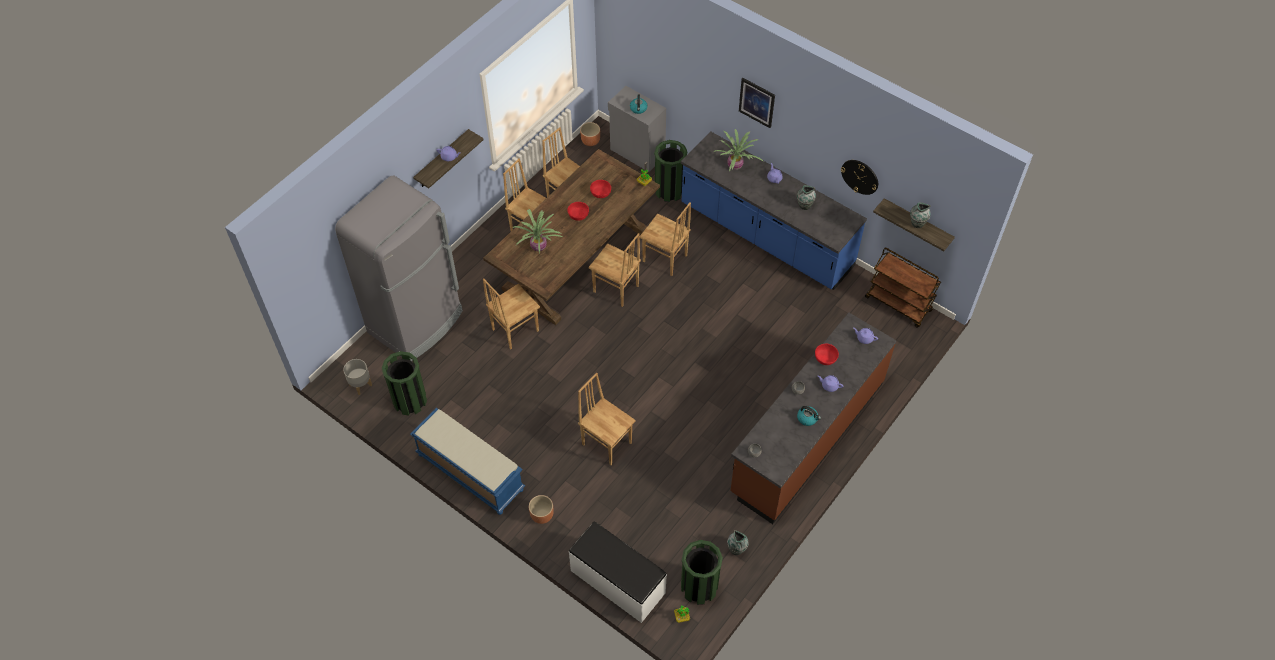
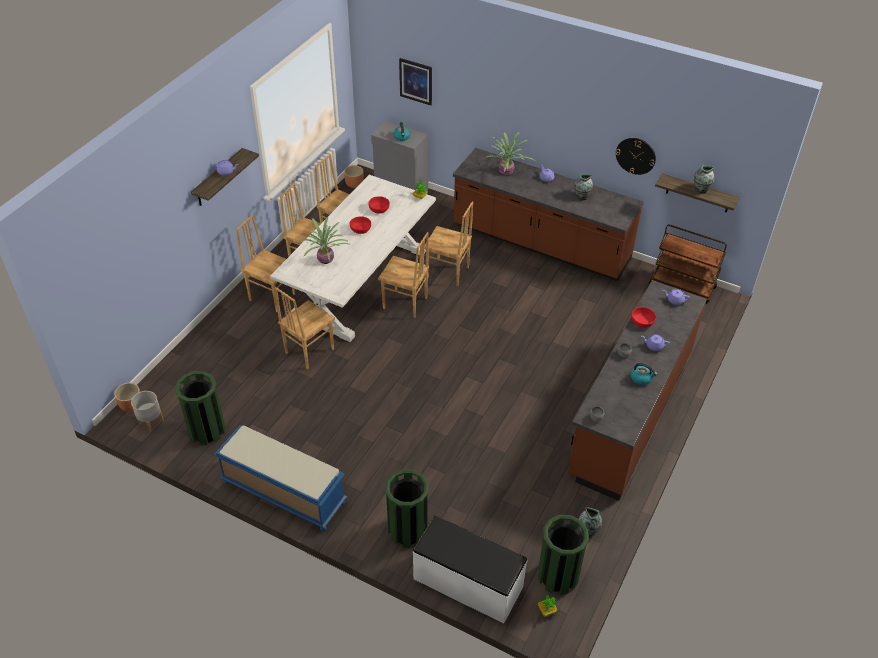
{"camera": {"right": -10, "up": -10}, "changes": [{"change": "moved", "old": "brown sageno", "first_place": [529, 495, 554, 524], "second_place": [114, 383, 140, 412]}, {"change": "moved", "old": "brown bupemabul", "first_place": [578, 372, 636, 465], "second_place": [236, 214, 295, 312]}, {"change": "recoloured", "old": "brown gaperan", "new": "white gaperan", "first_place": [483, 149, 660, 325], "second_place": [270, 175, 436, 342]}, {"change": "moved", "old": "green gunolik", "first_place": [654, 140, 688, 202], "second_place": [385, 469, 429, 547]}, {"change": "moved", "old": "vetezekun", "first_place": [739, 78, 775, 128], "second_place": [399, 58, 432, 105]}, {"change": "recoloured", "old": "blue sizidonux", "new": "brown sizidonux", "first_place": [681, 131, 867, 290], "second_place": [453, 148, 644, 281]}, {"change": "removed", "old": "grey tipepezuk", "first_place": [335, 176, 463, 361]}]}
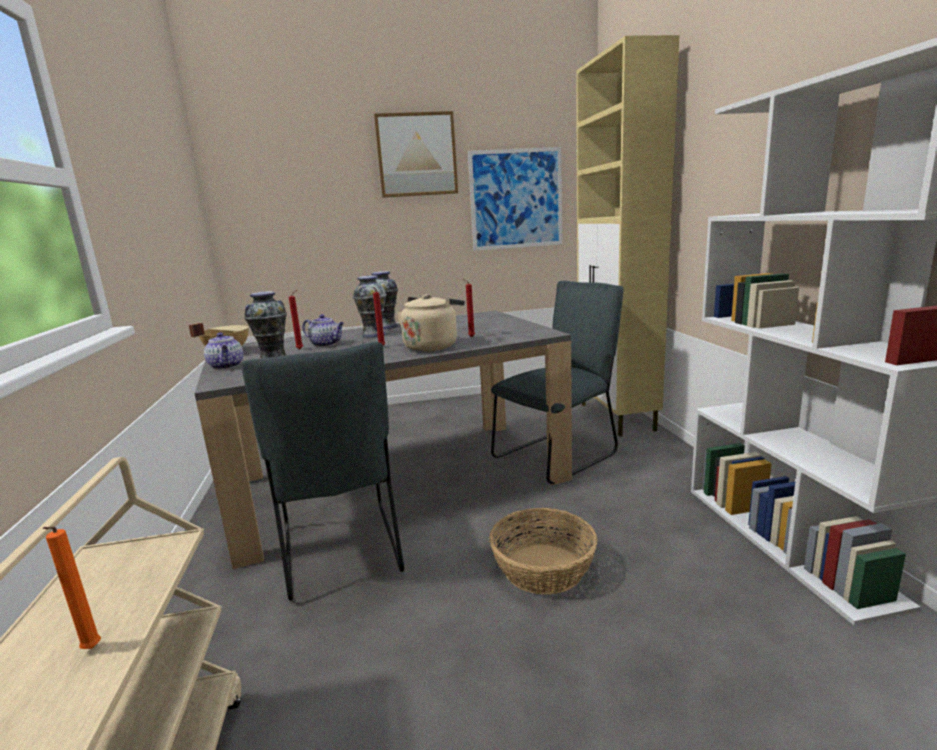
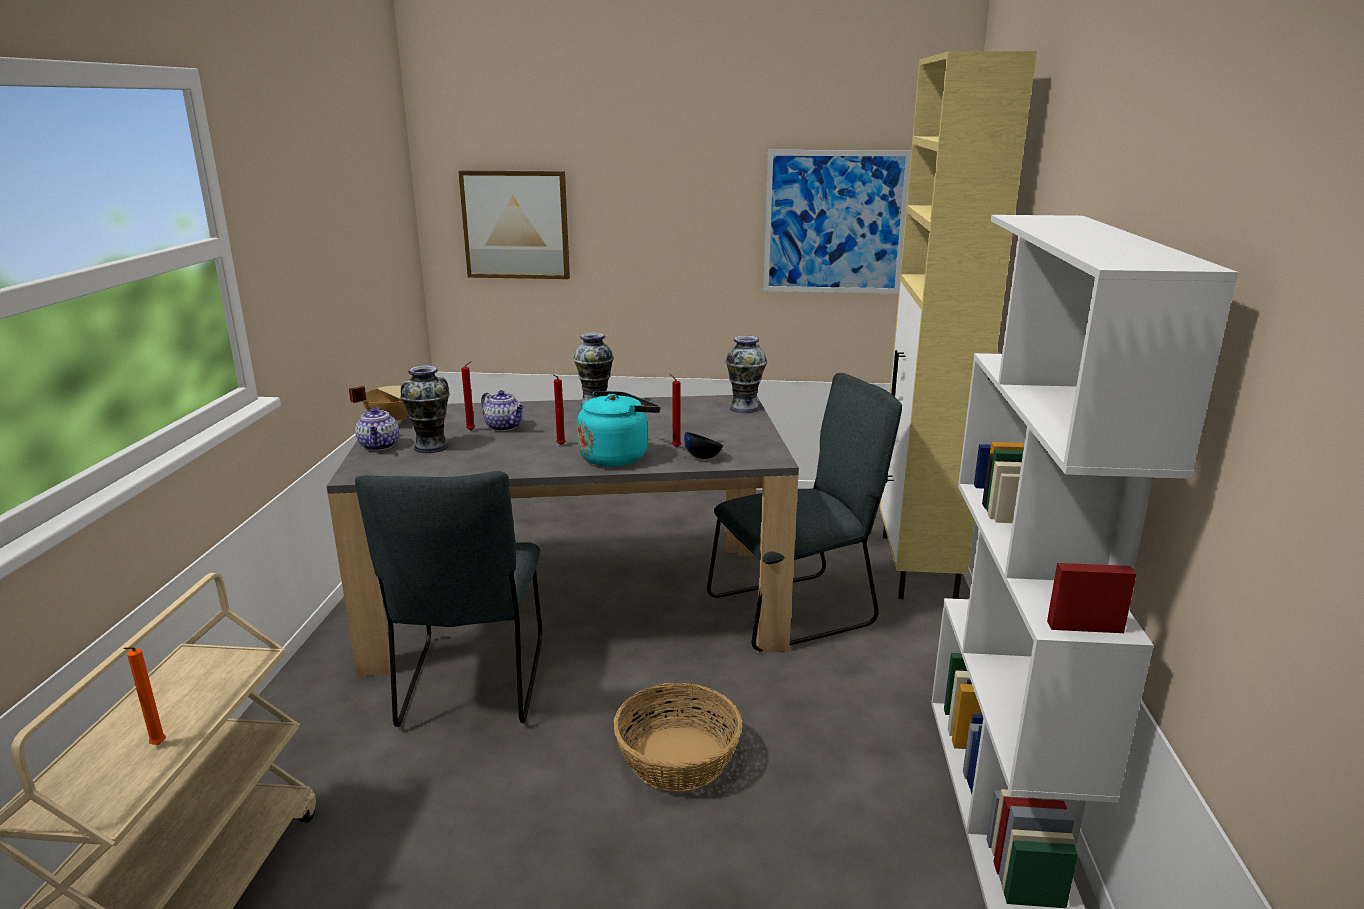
{"camera": {"right": 15, "up": 5}, "changes": [{"change": "moved", "old": "vetezekun", "first_place": [374, 111, 458, 198], "second_place": [458, 171, 570, 279]}, {"change": "recoloured", "old": "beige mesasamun", "new": "turquoise mesasamun", "first_place": [397, 294, 465, 352], "second_place": [577, 391, 661, 467]}, {"change": "added", "new": "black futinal", "second_place": [684, 432, 723, 459]}, {"change": "moved", "old": "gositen", "first_place": [353, 275, 387, 338], "second_place": [726, 335, 767, 413]}]}
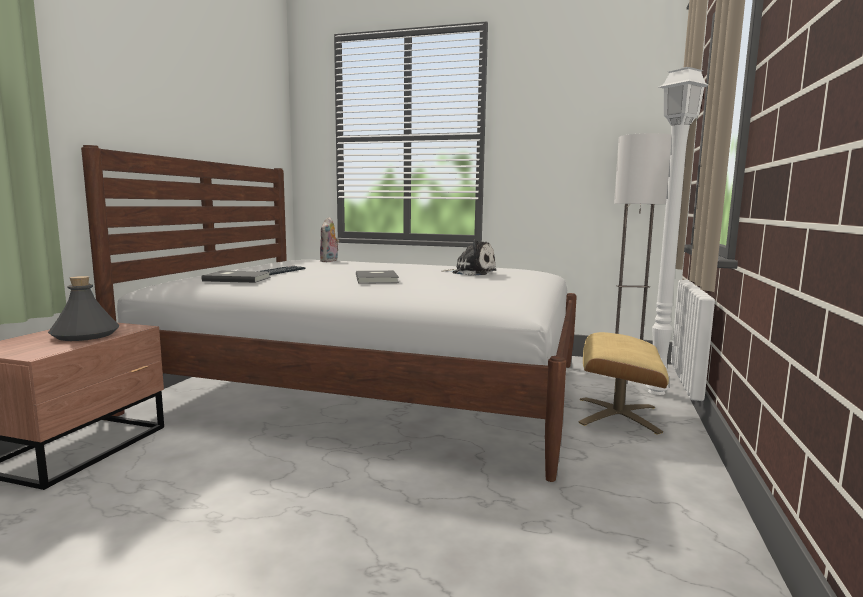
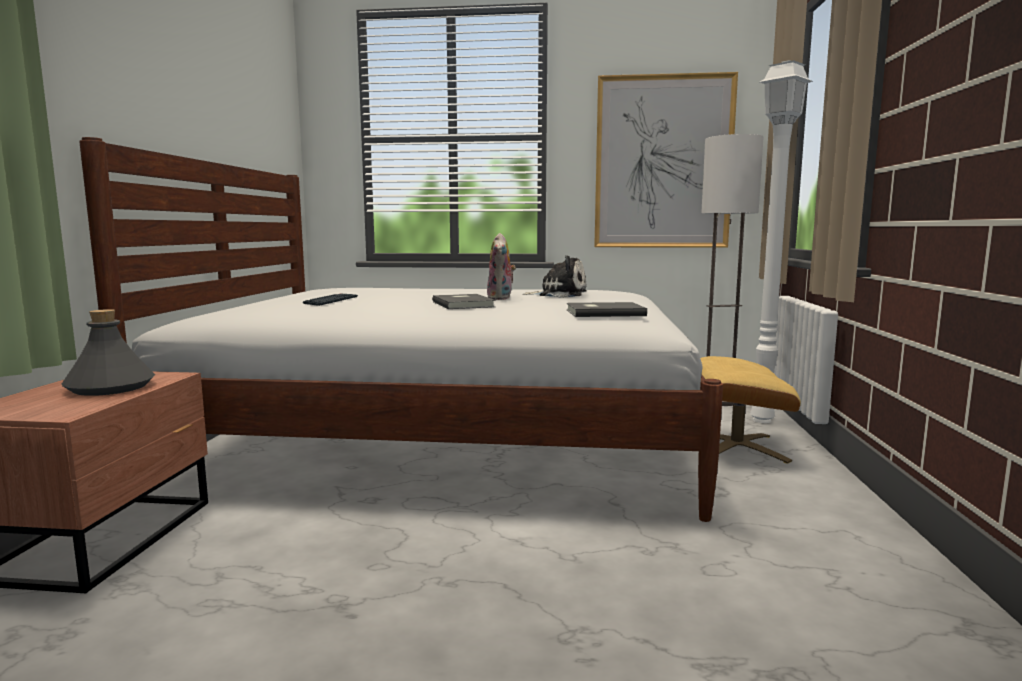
{"camera": {"right": -10, "up": 0}, "changes": [{"change": "moved", "old": "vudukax", "first_place": [320, 217, 339, 262], "second_place": [487, 233, 516, 300]}, {"change": "moved", "old": "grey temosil", "first_place": [202, 271, 271, 283], "second_place": [567, 302, 647, 317]}, {"change": "added", "new": "vetezekun", "second_place": [594, 72, 738, 248]}]}
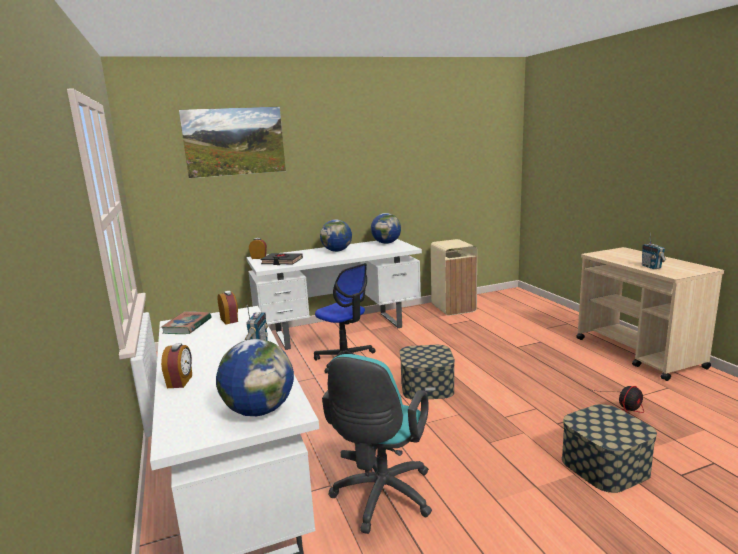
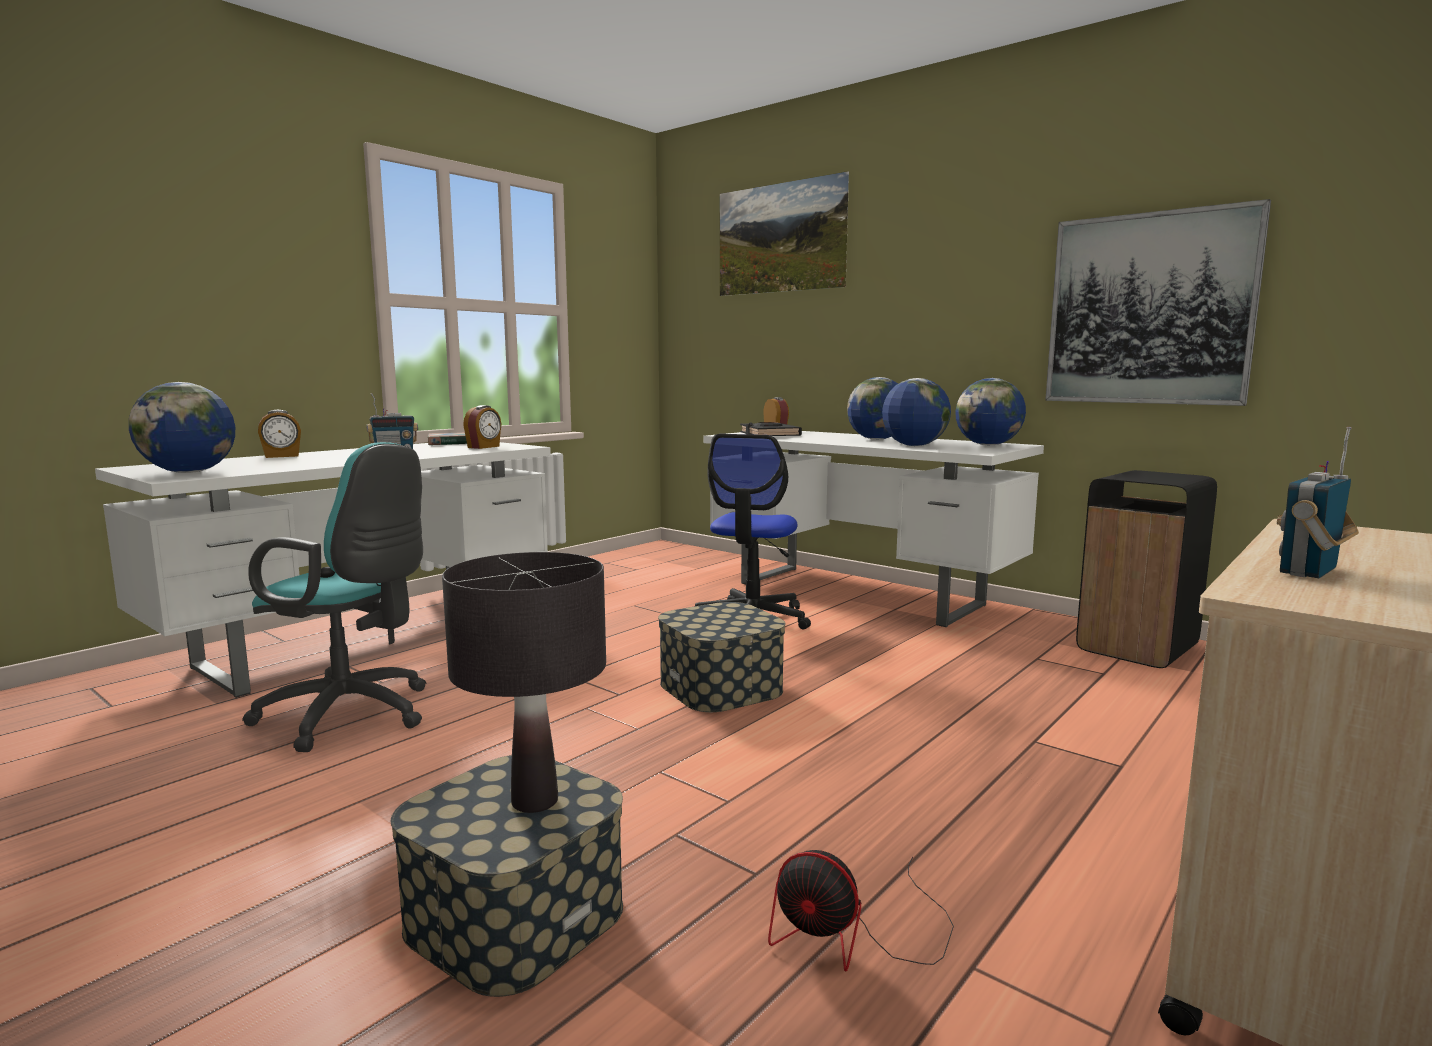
{"camera": {"right": 60, "up": -5}, "changes": [{"change": "turned", "old": "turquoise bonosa", "first_place": [322, 354, 432, 534], "second_place": [242, 442, 427, 752], "degrees": -150}, {"change": "added", "new": "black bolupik", "second_place": [442, 552, 606, 813]}, {"change": "added", "new": "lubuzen", "second_place": [882, 378, 951, 446]}, {"change": "added", "new": "vetezekun", "second_place": [1045, 199, 1271, 406]}, {"change": "recoloured", "old": "beige gunolik", "new": "black gunolik", "first_place": [430, 239, 477, 316], "second_place": [1076, 470, 1217, 668]}]}
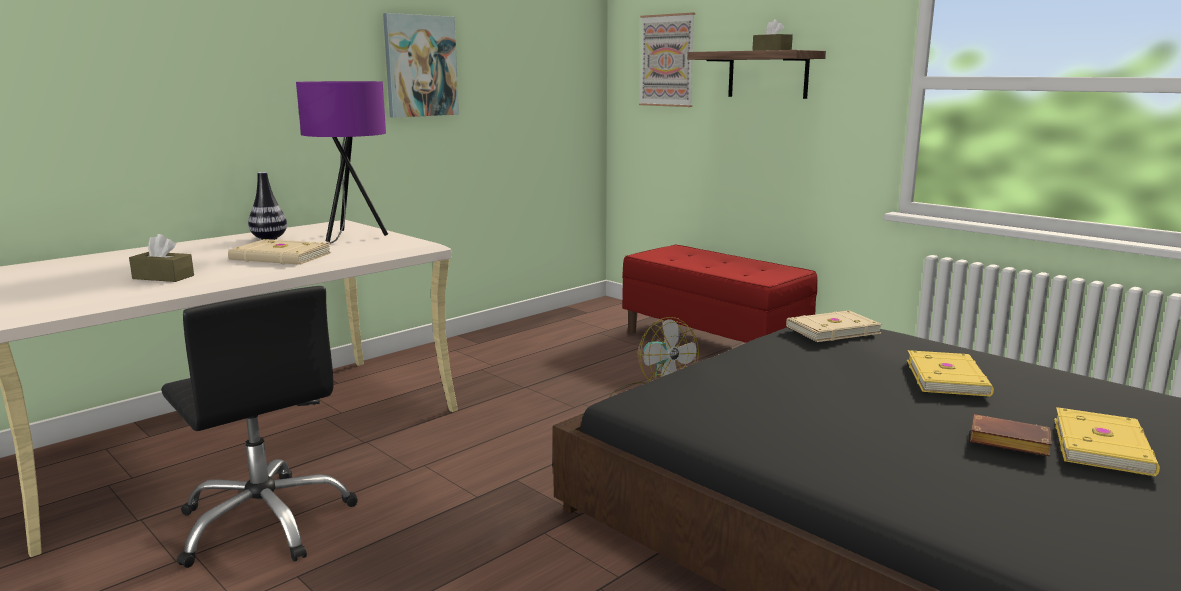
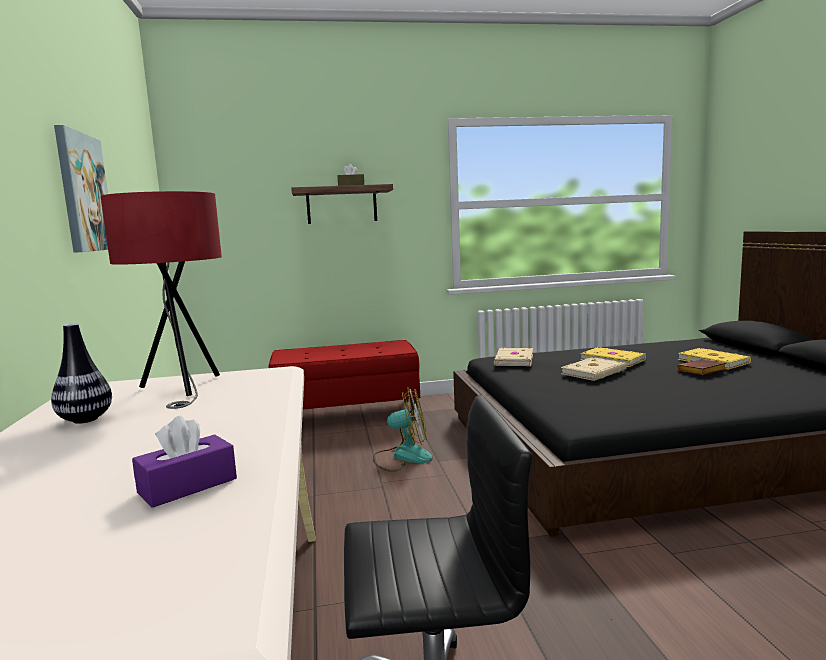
{"camera": {"right": -55, "up": -5}, "changes": [{"change": "recoloured", "old": "purple bolupik", "new": "red bolupik", "first_place": [296, 81, 388, 243], "second_place": [101, 191, 222, 409]}, {"change": "recoloured", "old": "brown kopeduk", "new": "purple kopeduk", "first_place": [129, 234, 194, 282], "second_place": [132, 416, 237, 508]}, {"change": "moved", "old": "beige temosil", "first_place": [228, 239, 331, 265], "second_place": [561, 357, 627, 381]}, {"change": "removed", "old": "vetezekun", "first_place": [639, 12, 695, 107]}]}
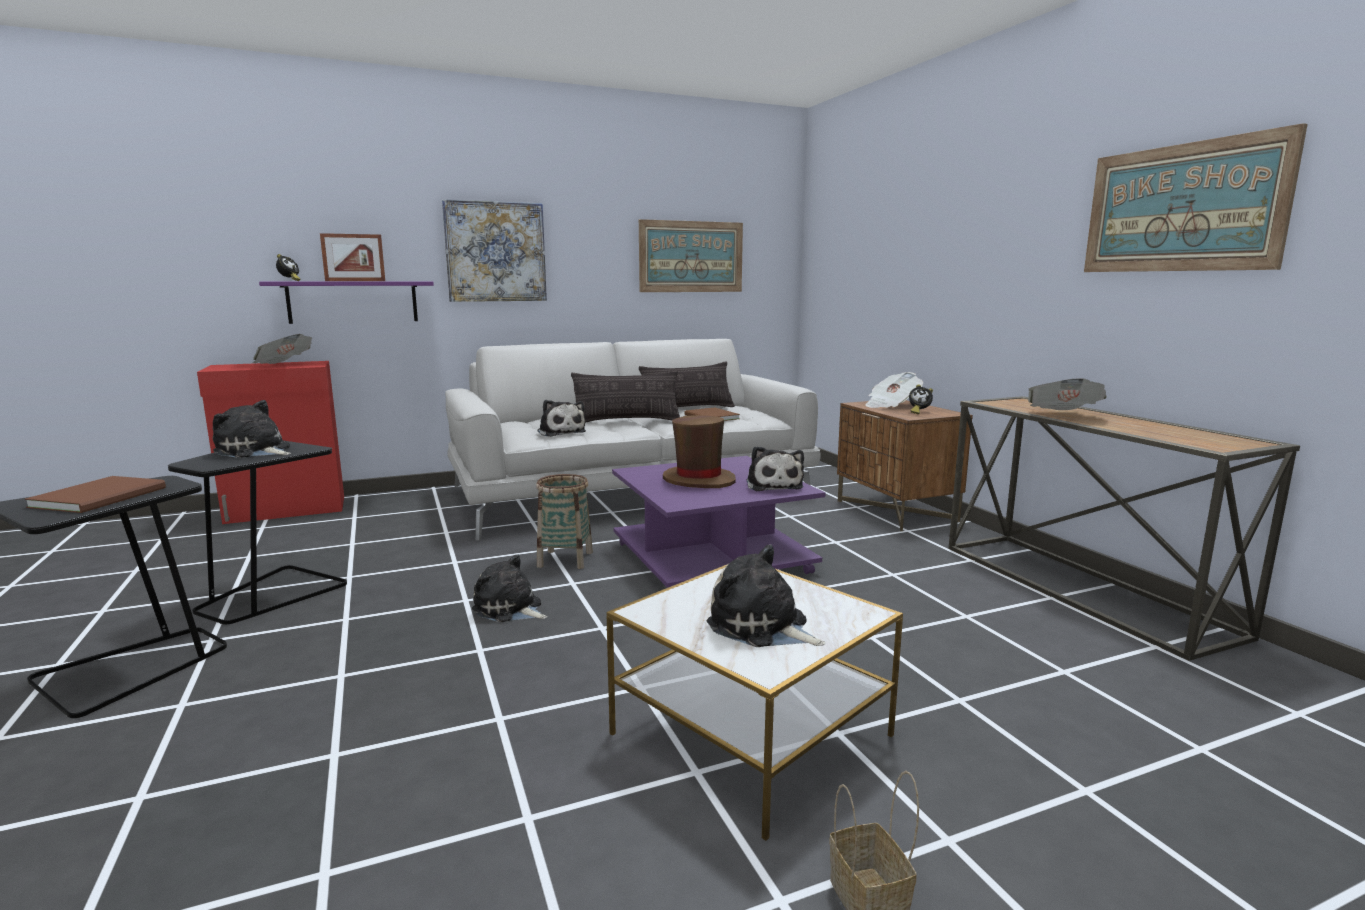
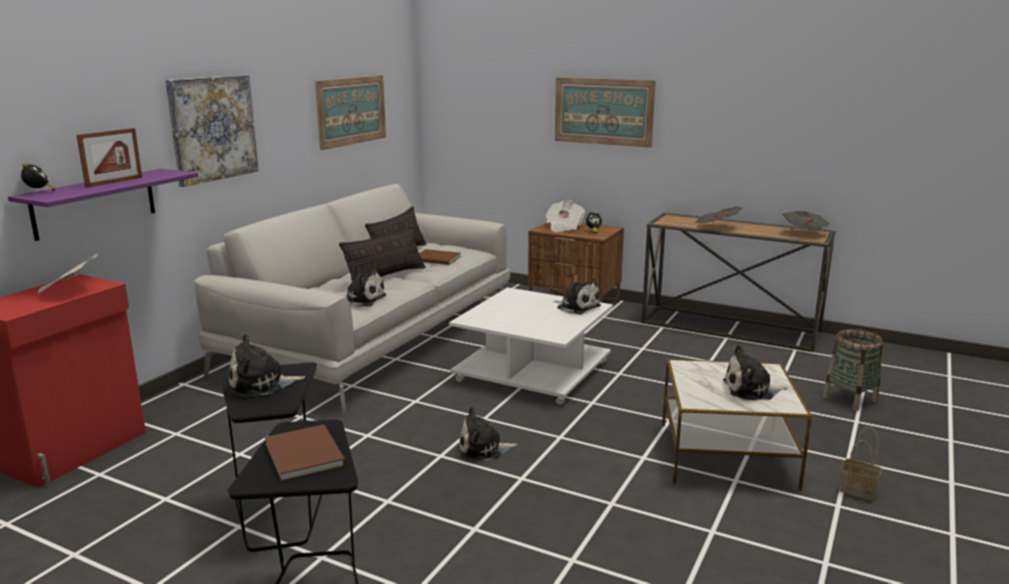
{"camera": {"right": -40, "up": 5}, "changes": [{"change": "recoloured", "old": "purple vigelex", "new": "white vigelex", "first_place": [612, 456, 825, 588], "second_place": [449, 287, 613, 405]}, {"change": "moved", "old": "vetezekun", "first_place": [1084, 123, 1308, 272], "second_place": [555, 77, 656, 148]}, {"change": "added", "new": "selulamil", "second_place": [782, 211, 830, 229]}, {"change": "moved", "old": "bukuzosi", "first_place": [536, 474, 593, 569], "second_place": [823, 329, 883, 411]}, {"change": "removed", "old": "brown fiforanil", "first_place": [663, 415, 736, 488]}]}
